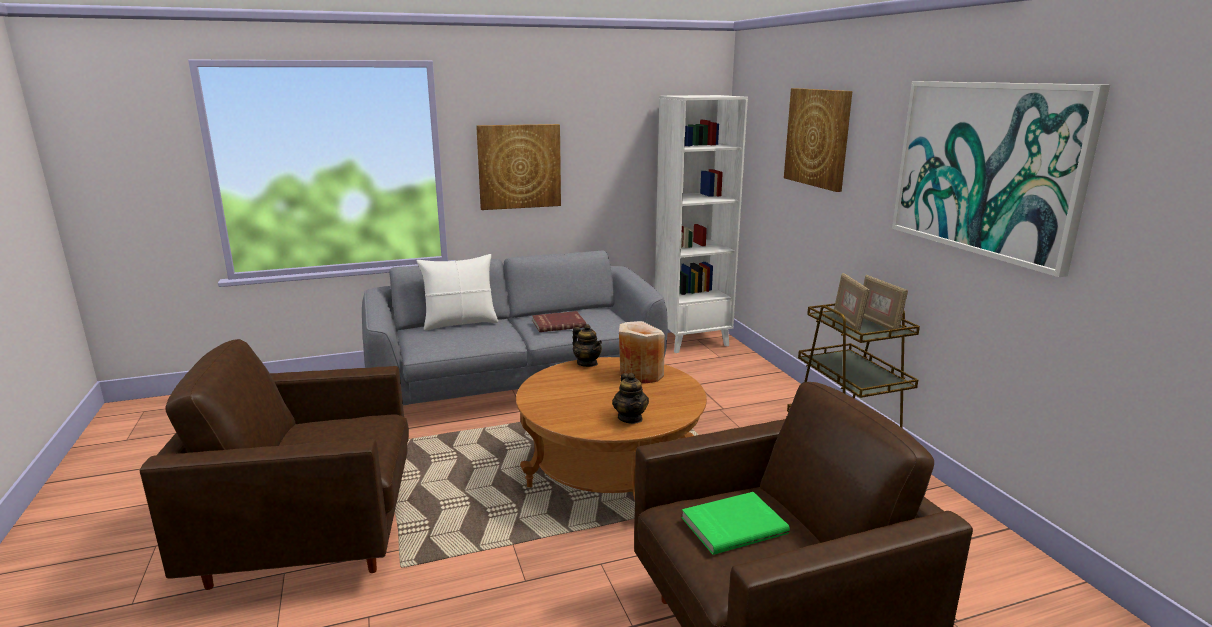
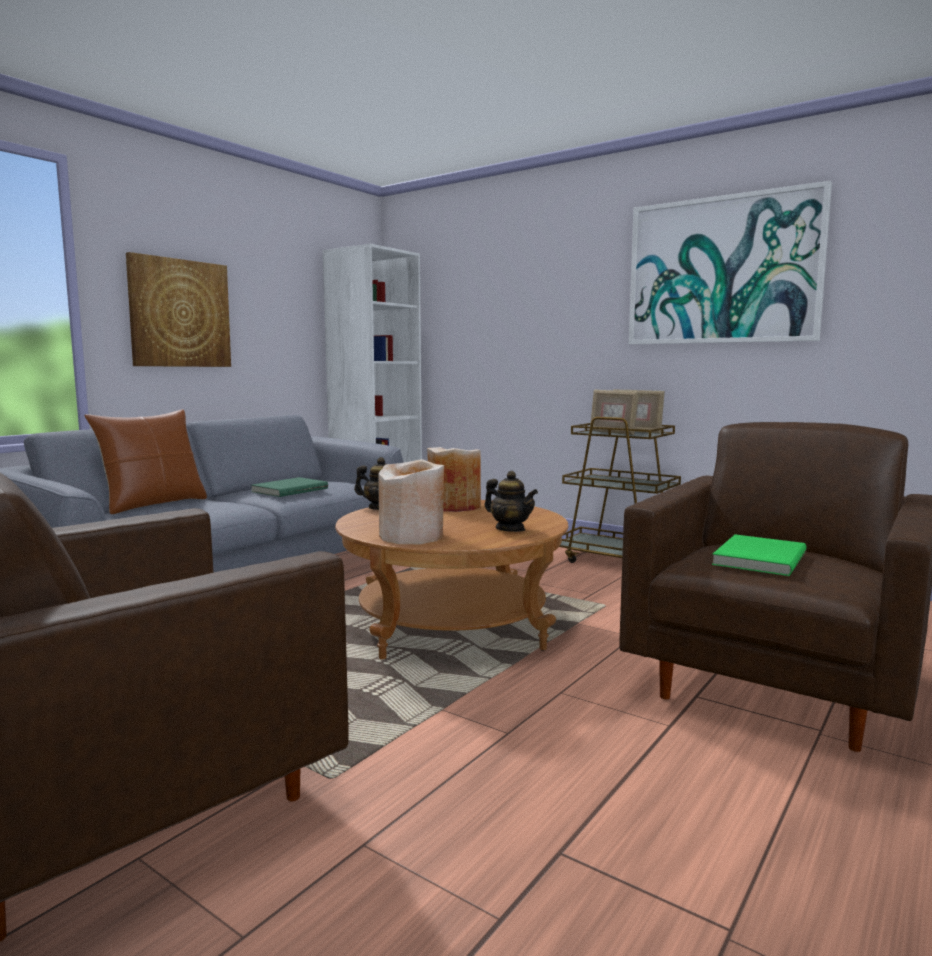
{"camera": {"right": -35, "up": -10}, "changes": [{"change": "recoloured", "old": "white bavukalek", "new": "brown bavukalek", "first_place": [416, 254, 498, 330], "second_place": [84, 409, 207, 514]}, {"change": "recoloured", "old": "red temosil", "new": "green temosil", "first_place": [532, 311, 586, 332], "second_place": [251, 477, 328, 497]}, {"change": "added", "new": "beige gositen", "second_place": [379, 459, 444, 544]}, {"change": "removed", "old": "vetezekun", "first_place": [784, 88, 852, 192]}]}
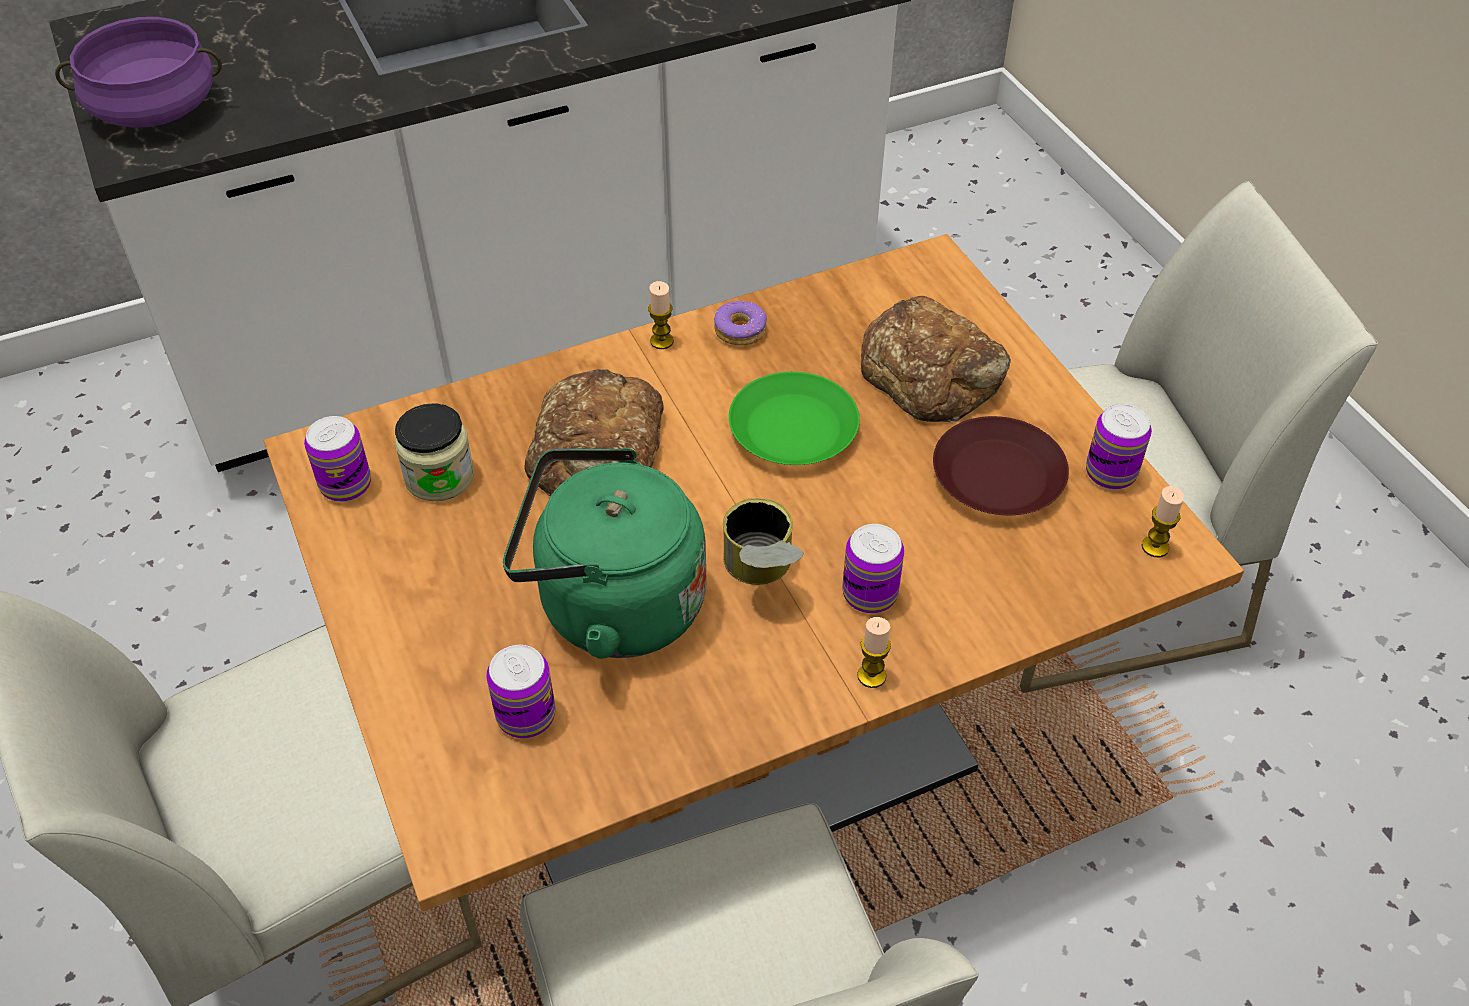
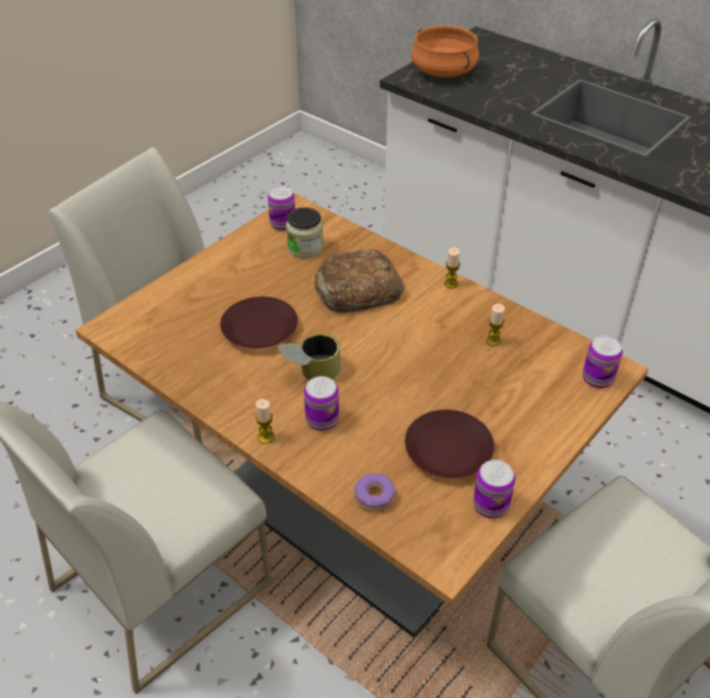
{"camera": {"right": 65, "up": -5}, "changes": [{"change": "replaced", "old": "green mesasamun", "new": "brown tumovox", "first_place": [503, 448, 707, 659], "second_place": [220, 297, 298, 348]}, {"change": "moved", "old": "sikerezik", "first_place": [714, 301, 767, 345], "second_place": [354, 473, 396, 512]}, {"change": "recoloured", "old": "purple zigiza", "new": "orange zigiza", "first_place": [55, 17, 222, 128], "second_place": [411, 25, 479, 78]}, {"change": "moved", "old": "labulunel", "first_place": [1142, 486, 1184, 557], "second_place": [486, 304, 505, 346]}, {"change": "moved", "old": "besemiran", "first_place": [486, 645, 555, 738], "second_place": [583, 336, 623, 388]}, {"change": "removed", "old": "green tumovox", "first_place": [729, 372, 860, 465]}, {"change": "removed", "old": "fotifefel", "first_place": [861, 296, 1011, 422]}]}
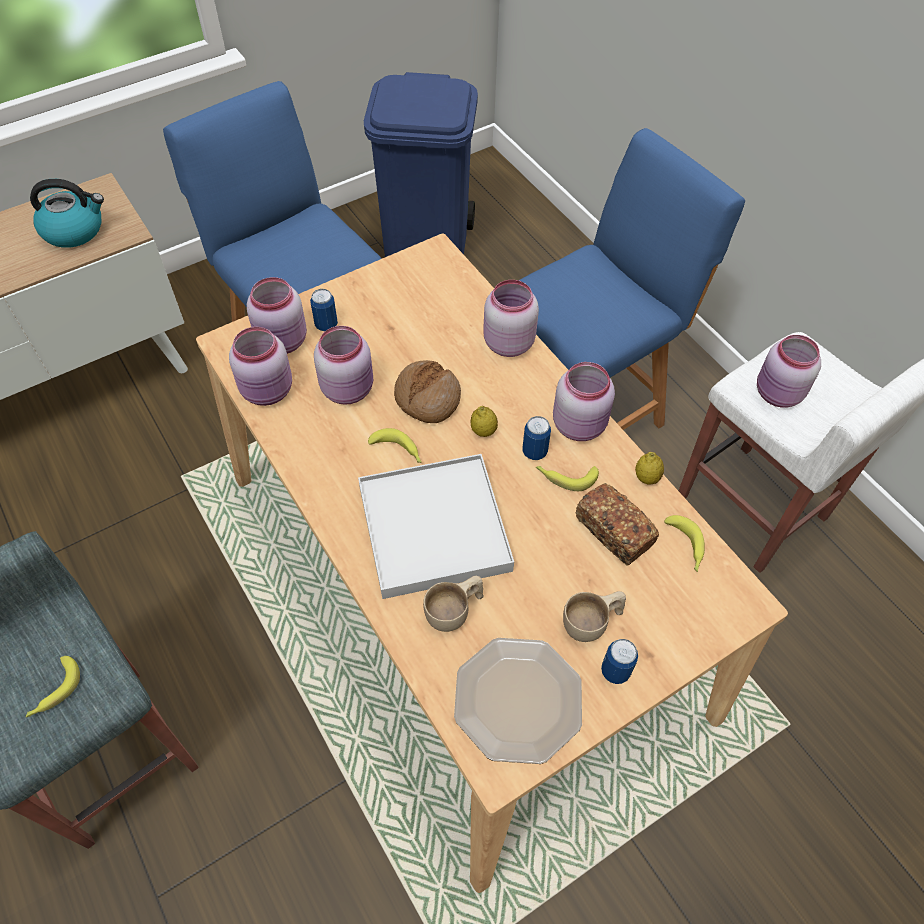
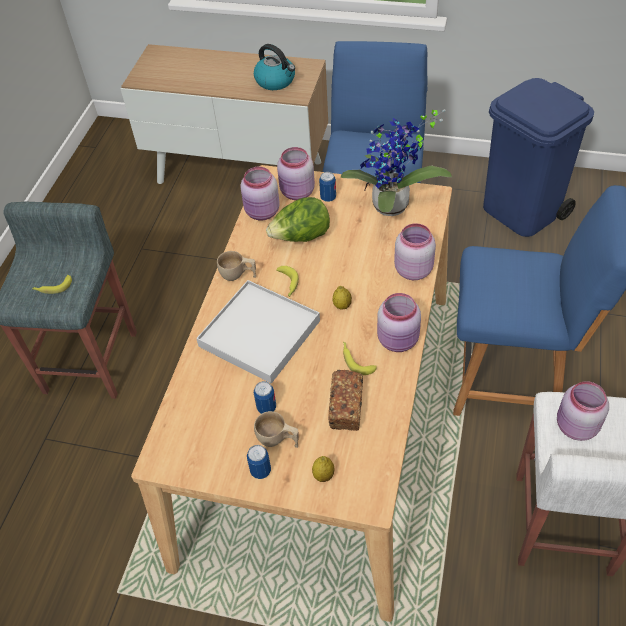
{"camera": {"right": 50, "up": -5}, "changes": [{"change": "moved", "old": "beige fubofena", "first_place": [423, 576, 484, 632], "second_place": [217, 251, 256, 281]}, {"change": "moved", "old": "besemiran", "first_place": [523, 416, 551, 460], "second_place": [254, 381, 276, 414]}, {"change": "replaced", "old": "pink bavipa", "new": "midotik", "first_place": [314, 326, 373, 405], "second_place": [266, 197, 330, 242]}, {"change": "moved", "old": "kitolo", "first_place": [635, 452, 664, 485], "second_place": [312, 456, 334, 482]}, {"change": "added", "new": "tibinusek", "second_place": [341, 109, 452, 216]}, {"change": "removed", "old": "fotifefel", "first_place": [394, 360, 461, 423]}, {"change": "removed", "old": "tumovox", "first_place": [454, 638, 582, 764]}, {"change": "removed", "old": "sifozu", "first_place": [664, 515, 705, 572]}]}
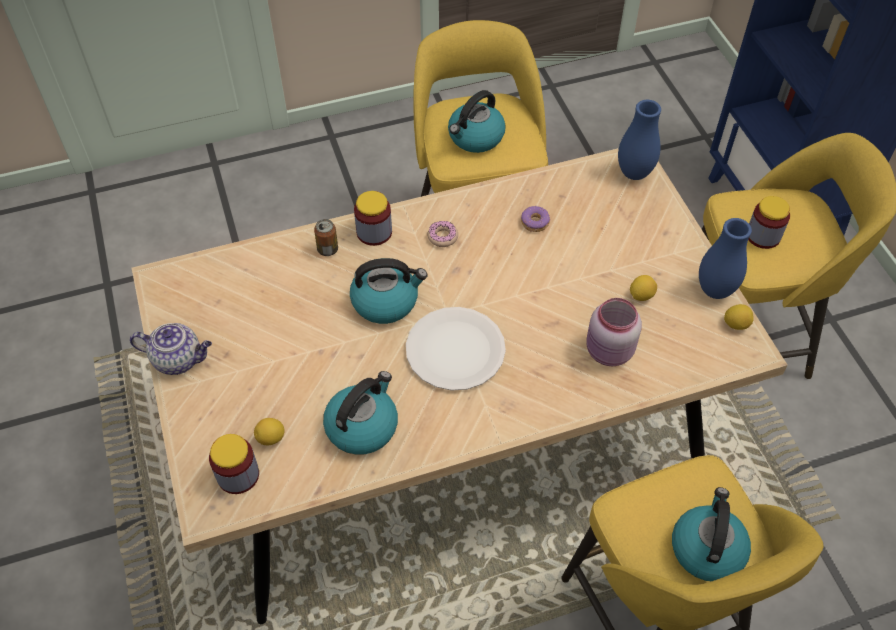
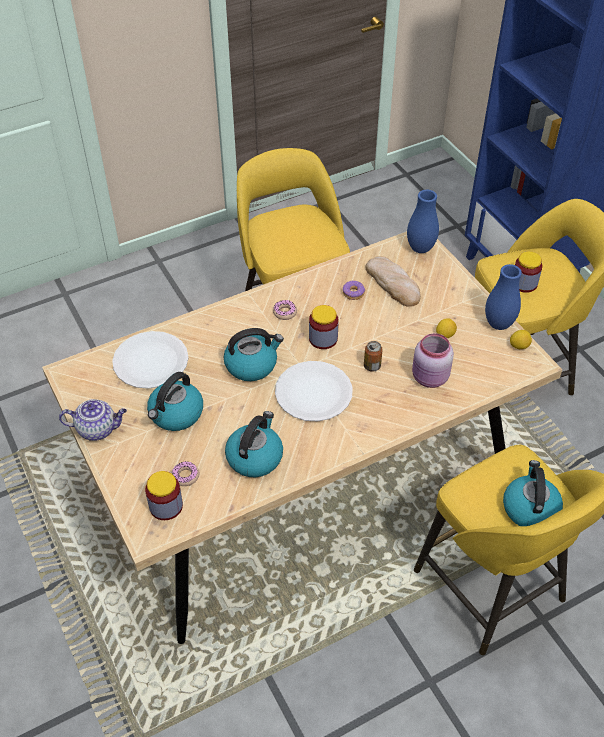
{"camera": {"right": -10, "up": -5}, "changes": [{"change": "added", "new": "white tumovox", "second_place": [112, 331, 189, 389]}, {"change": "moved", "old": "mesasamun", "first_place": [448, 90, 506, 153], "second_place": [147, 372, 203, 431]}, {"change": "replaced", "old": "kitolo", "new": "sikerezik", "first_place": [254, 418, 284, 446], "second_place": [171, 461, 199, 486]}, {"change": "moved", "old": "bavipa", "first_place": [354, 191, 392, 246], "second_place": [309, 305, 339, 349]}, {"change": "moved", "old": "besemiran", "first_place": [314, 219, 338, 256], "second_place": [364, 341, 383, 372]}, {"change": "added", "new": "fotifefel", "second_place": [365, 256, 421, 307]}]}
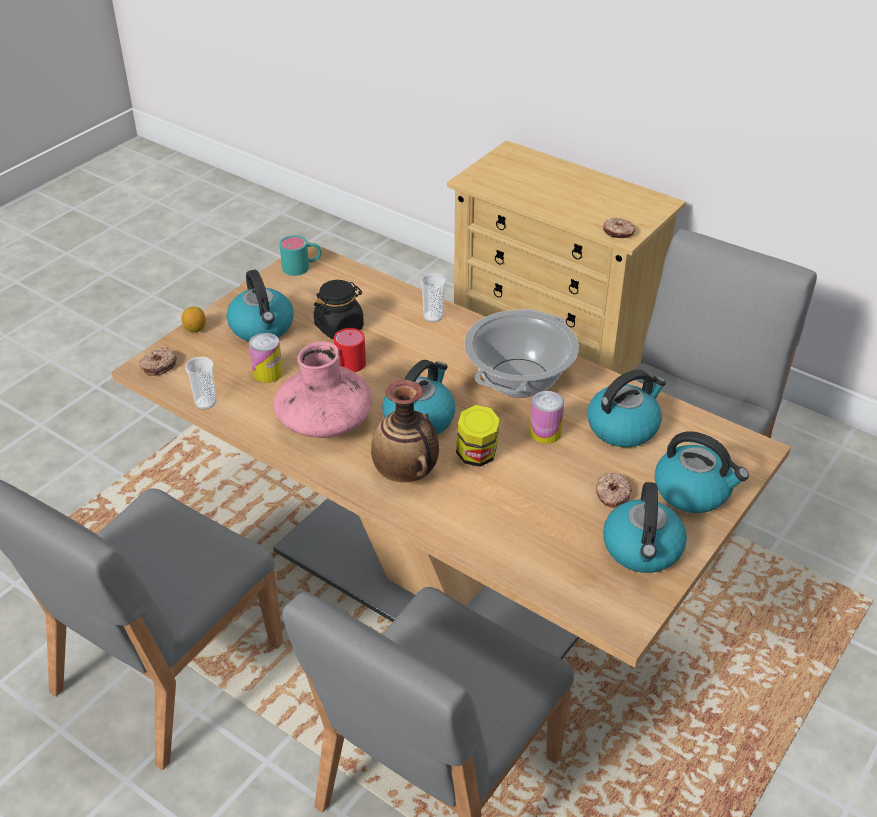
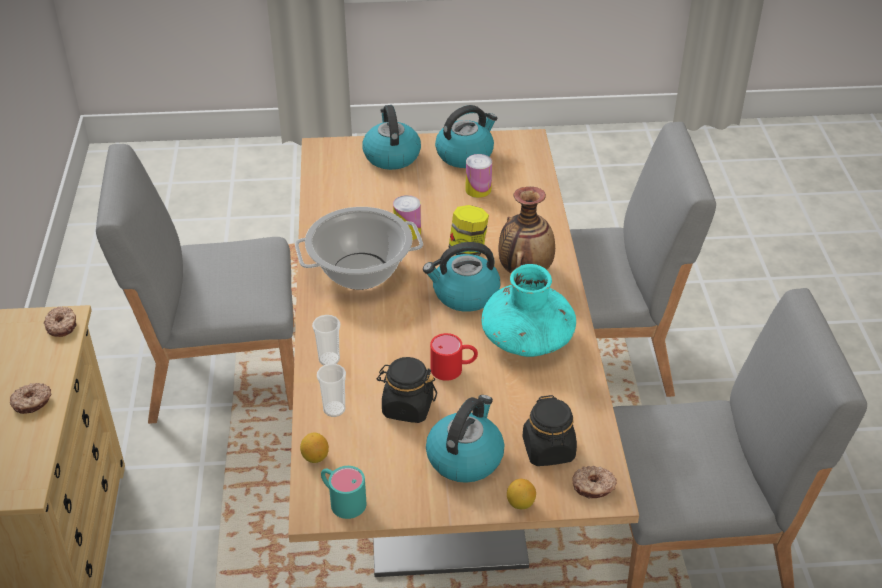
{"camera": {"right": -130, "up": 0}, "changes": [{"change": "moved", "old": "sikerezik", "first_place": [596, 473, 632, 508], "second_place": [10, 383, 52, 414]}, {"change": "added", "new": "kitolo", "second_place": [300, 432, 329, 463]}, {"change": "moved", "old": "fubofena", "first_place": [185, 357, 216, 409], "second_place": [317, 364, 346, 417]}, {"change": "moved", "old": "besemiran", "first_place": [249, 333, 283, 383], "second_place": [465, 154, 492, 198]}, {"change": "recoloured", "old": "pink gositen", "new": "turquoise gositen", "first_place": [273, 341, 372, 438], "second_place": [482, 264, 576, 357]}, {"change": "added", "new": "black bavipa", "second_place": [523, 395, 577, 466]}, {"change": "removed", "old": "mesasamun", "first_place": [587, 369, 666, 447]}]}
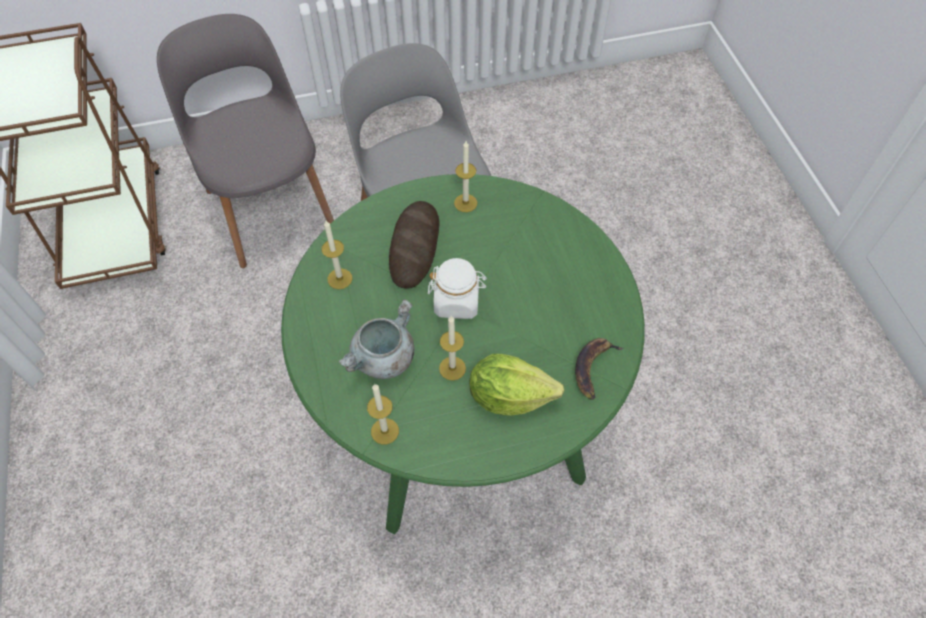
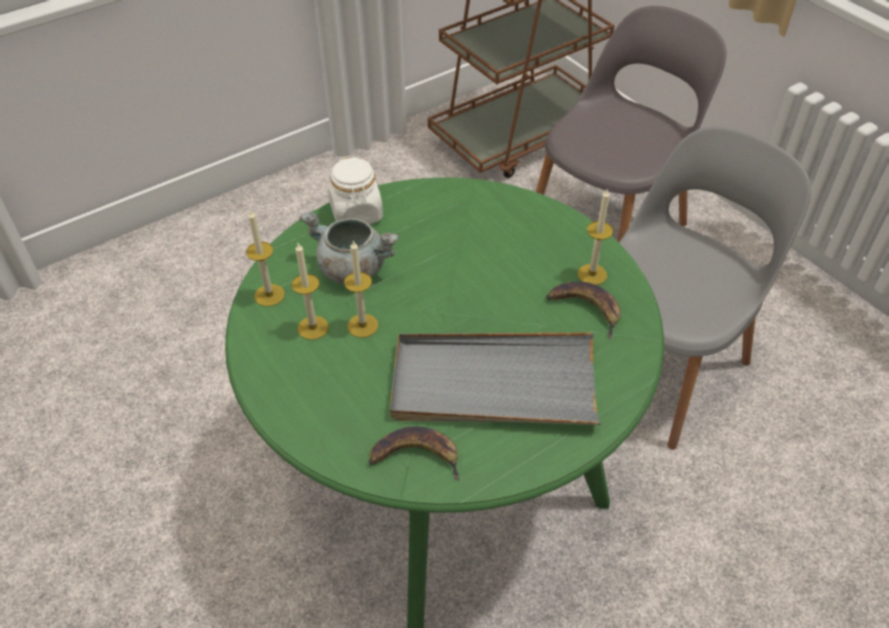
{"camera": {"right": 70, "up": -10}, "changes": [{"change": "moved", "old": "labulunel", "first_place": [321, 221, 352, 289], "second_place": [291, 243, 329, 340]}, {"change": "moved", "old": "white bavipa", "first_place": [428, 258, 487, 319], "second_place": [328, 155, 383, 224]}, {"change": "added", "new": "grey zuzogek", "second_place": [390, 333, 601, 425]}, {"change": "added", "new": "sifozu", "second_place": [546, 282, 621, 339]}, {"change": "removed", "old": "fotifefel", "first_place": [389, 201, 439, 289]}, {"change": "removed", "old": "midotik", "first_place": [469, 354, 564, 416]}]}
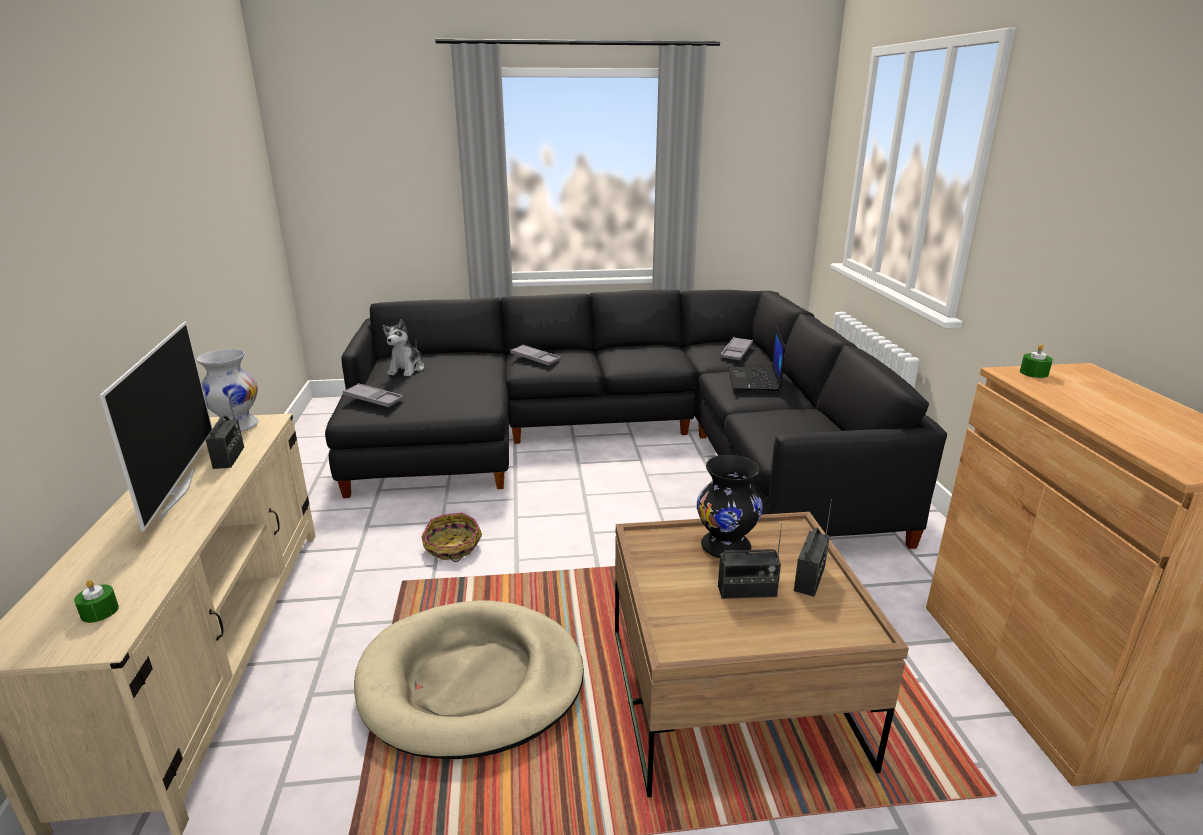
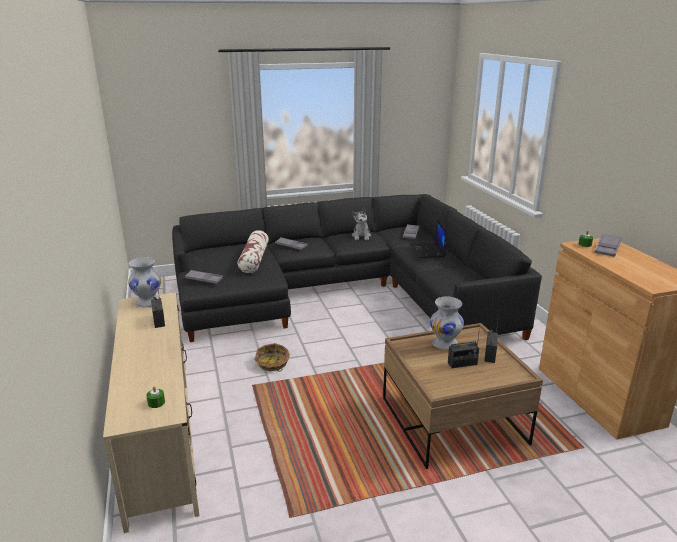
{"camera": {"right": -10, "up": 0}, "changes": [{"change": "added", "new": "bavukalek", "second_place": [238, 230, 269, 273]}, {"change": "moved", "old": "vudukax", "first_place": [382, 319, 424, 377], "second_place": [352, 208, 371, 240]}, {"change": "recoloured", "old": "black gositen", "new": "white gositen", "first_place": [697, 455, 763, 558], "second_place": [430, 296, 464, 350]}, {"change": "added", "new": "grey zuzogek", "second_place": [594, 233, 622, 257]}, {"change": "removed", "old": "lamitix", "first_place": [100, 322, 212, 531]}, {"change": "removed", "old": "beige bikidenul", "first_place": [354, 600, 584, 759]}]}
